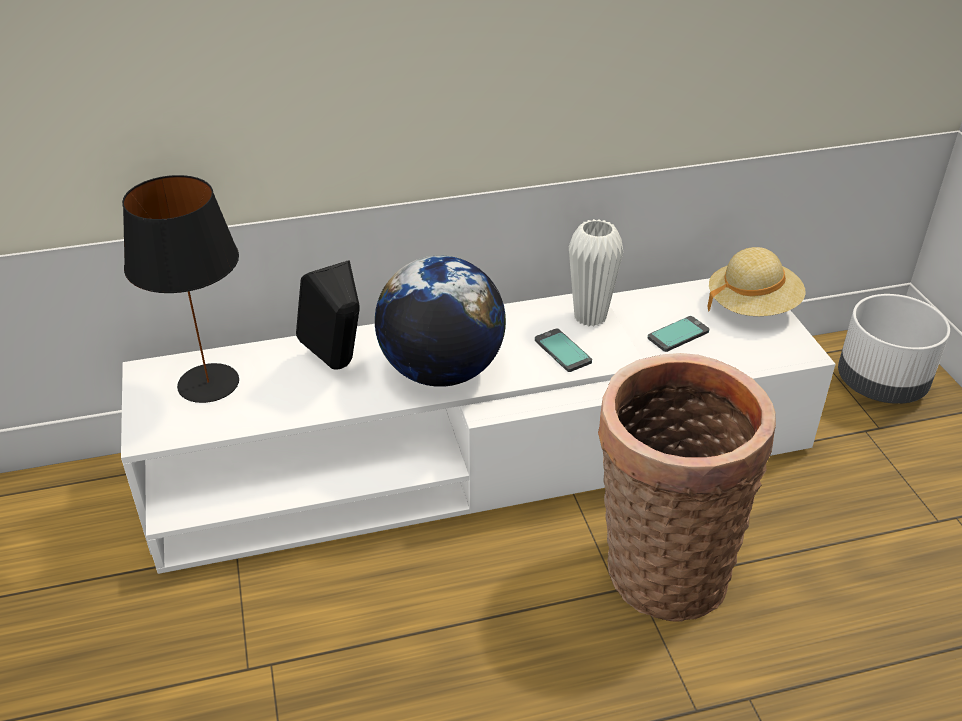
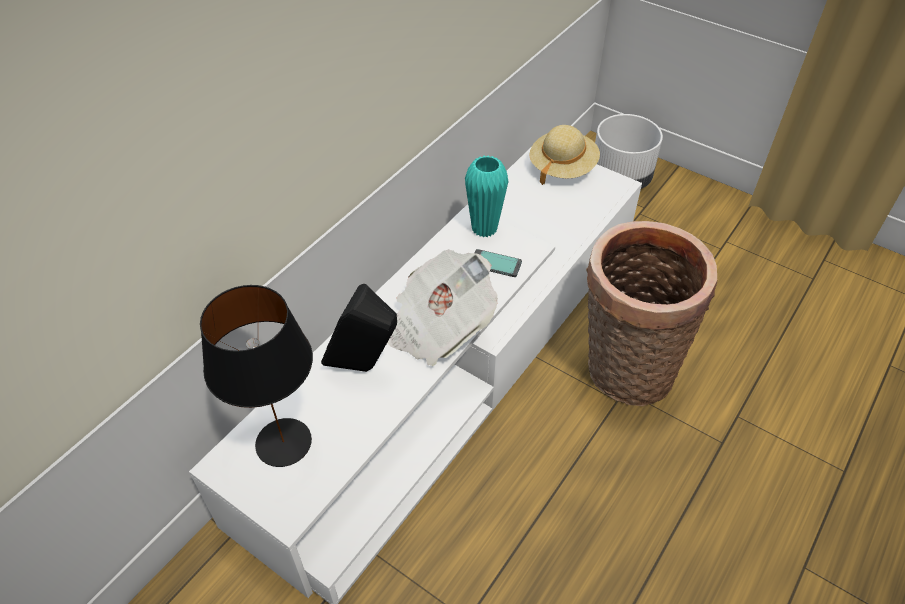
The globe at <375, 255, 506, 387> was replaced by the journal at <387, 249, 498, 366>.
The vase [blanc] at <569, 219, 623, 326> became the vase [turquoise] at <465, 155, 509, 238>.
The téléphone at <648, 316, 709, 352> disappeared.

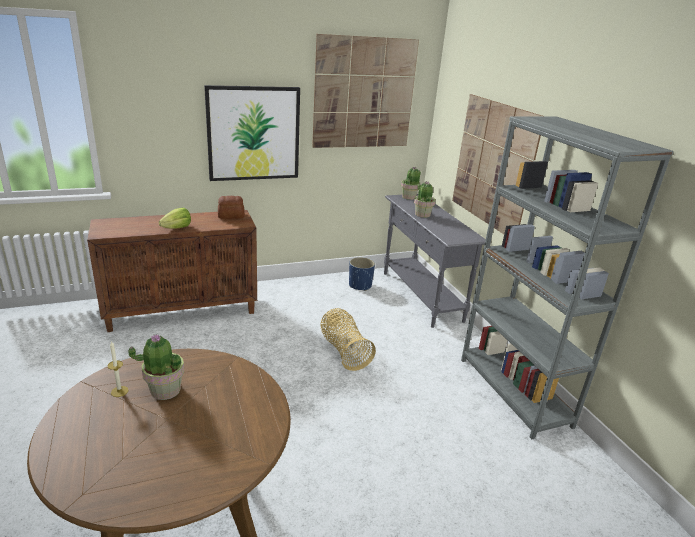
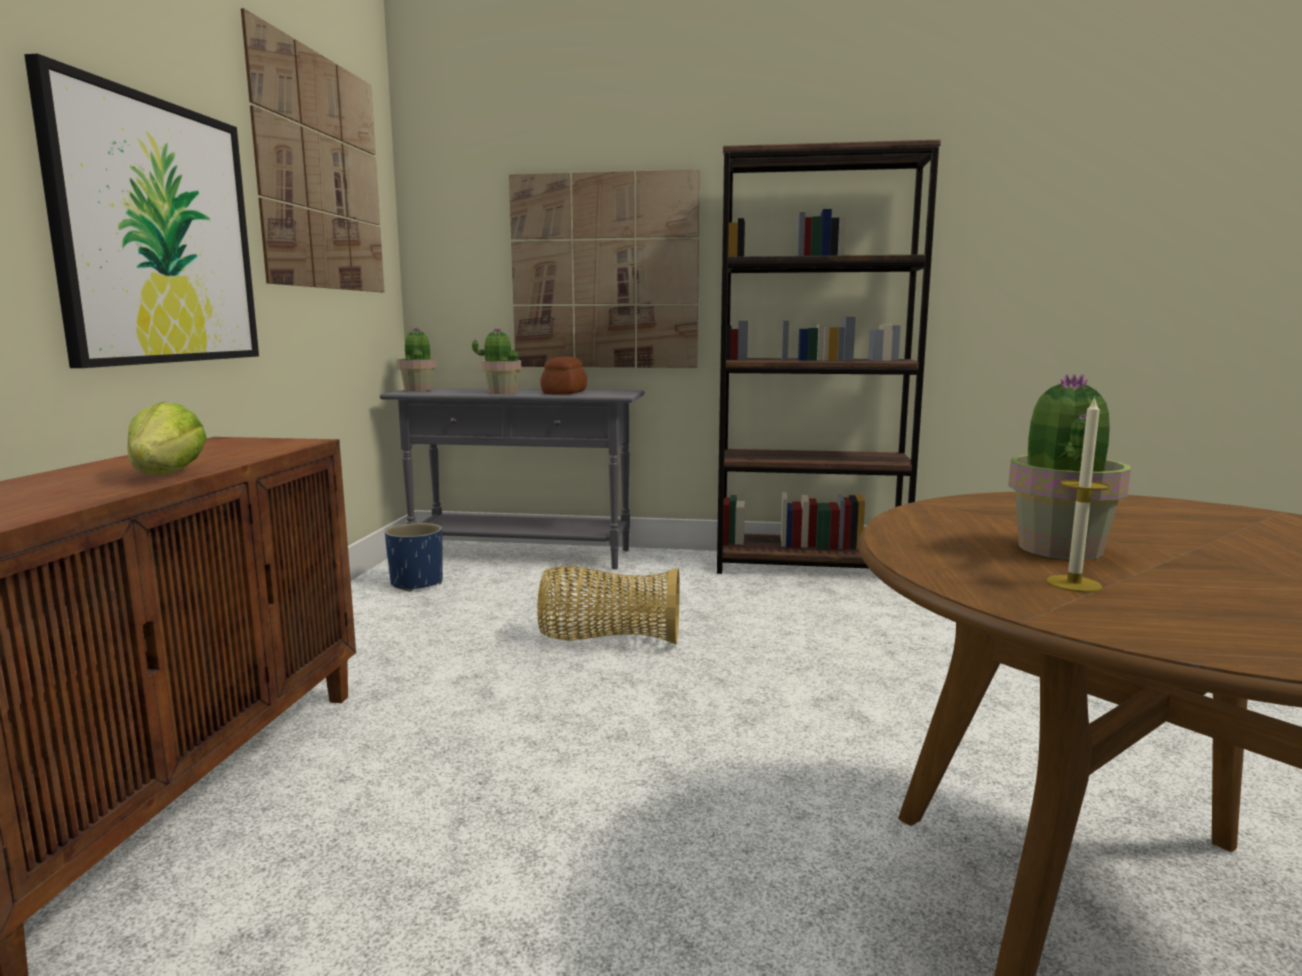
The pain moved from <218, 196, 245, 219> to <540, 357, 587, 395>.
The bibliothèque [gris] at <461, 116, 674, 439> became the bibliothèque [marron] at <717, 139, 941, 574>.

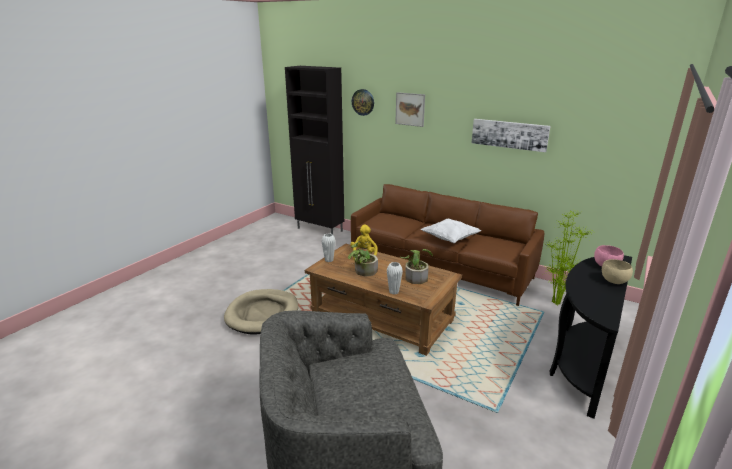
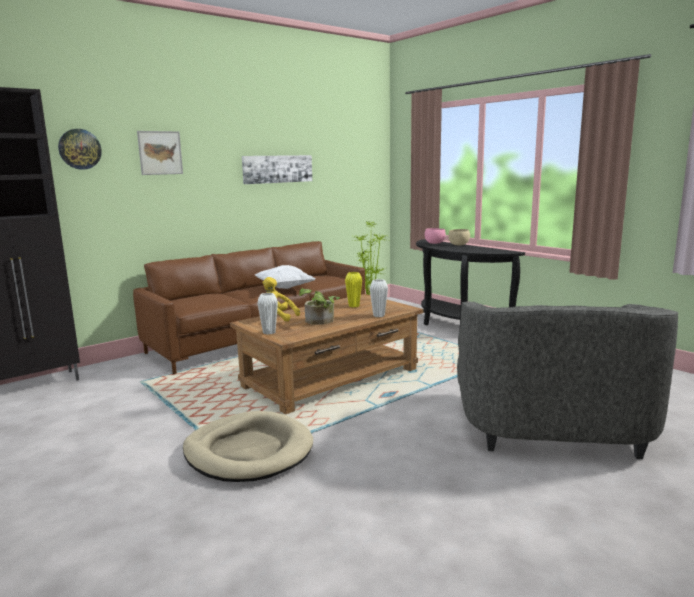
The plante en pot at <400, 249, 433, 284> was replaced by the vase [jaune] at <345, 272, 362, 307>.

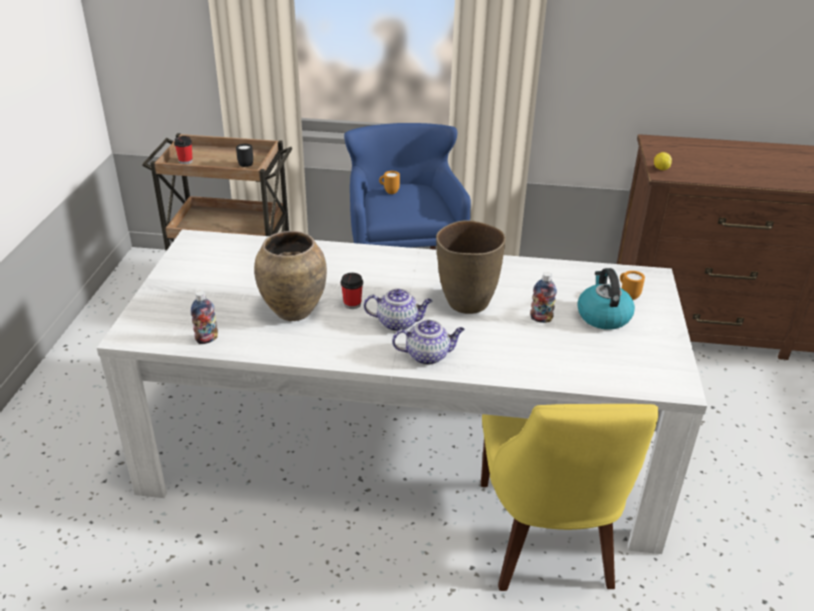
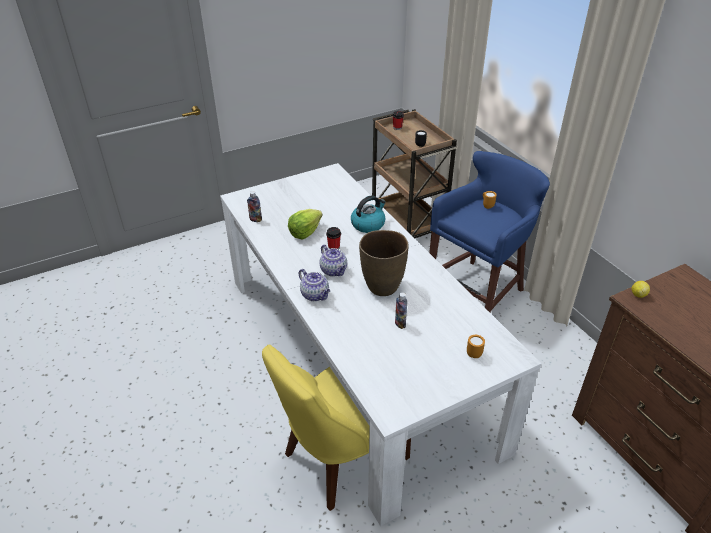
The vase [marron] at <254, 231, 327, 321> was replaced by the laitue at <288, 209, 323, 240>.
The bouilloire moved from <577, 268, 635, 330> to <351, 195, 386, 233>.

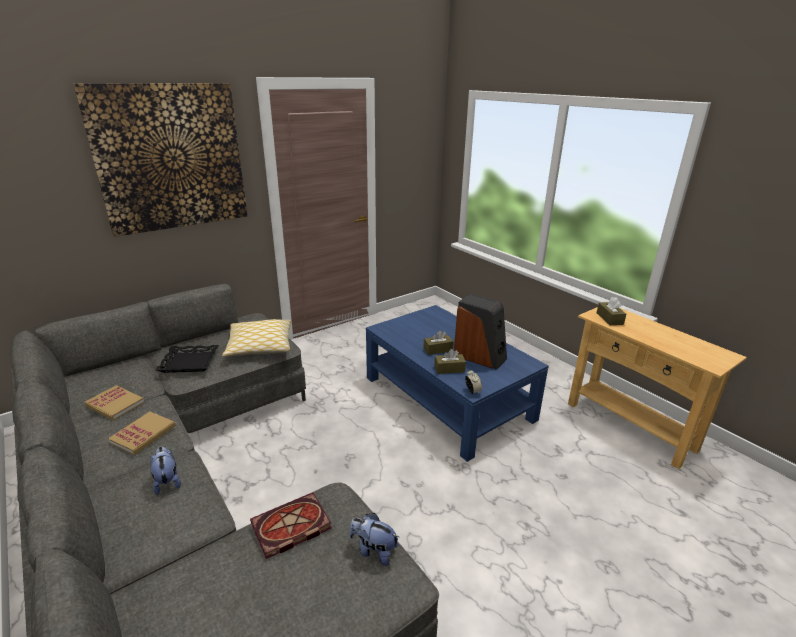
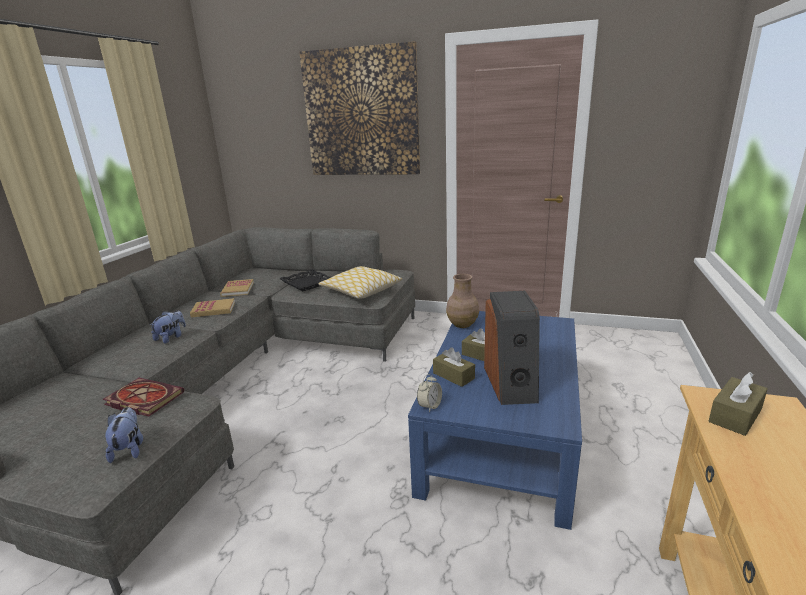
The vase [marron] at <446, 274, 479, 328> appeared.

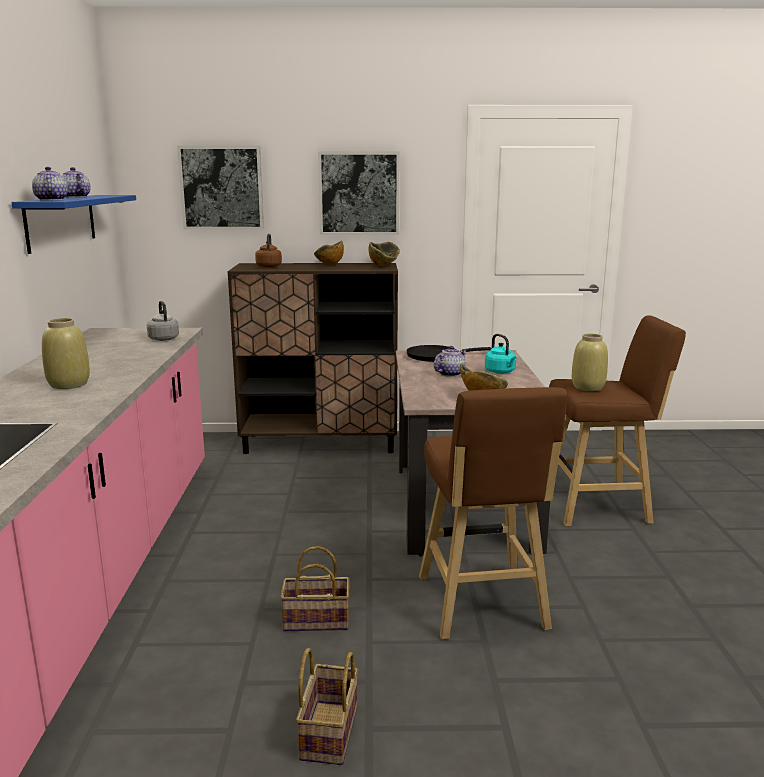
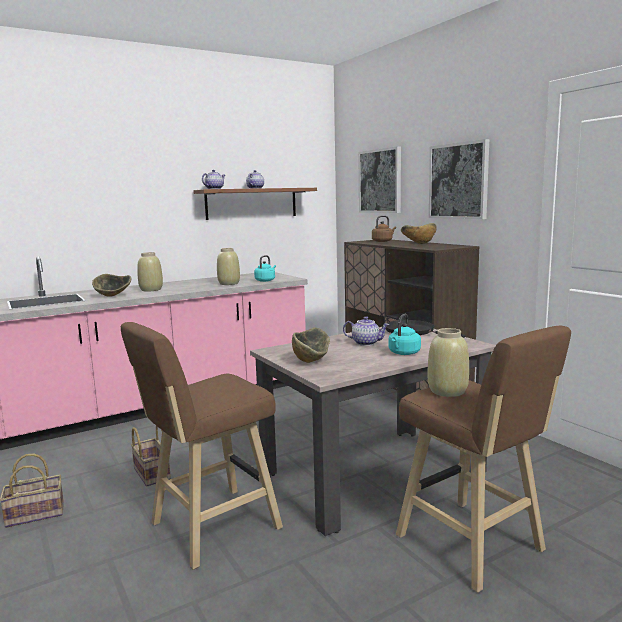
The étagère [bleu] at <11, 195, 136, 254> became the étagère [marron] at <193, 188, 317, 220>.
The bouilloire [gris] at <147, 301, 179, 341> became the bouilloire [turquoise] at <254, 255, 276, 282>.
The bol moved from <369, 242, 400, 266> to <92, 274, 131, 297>.
The vase [beige] at <217, 248, 240, 285> appeared.

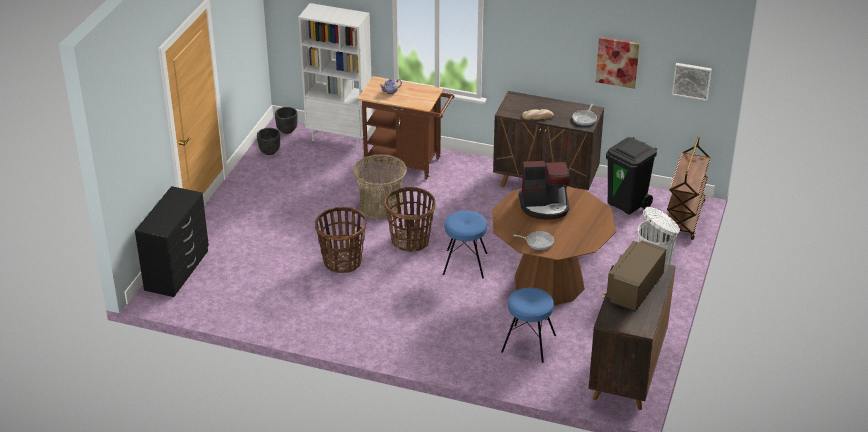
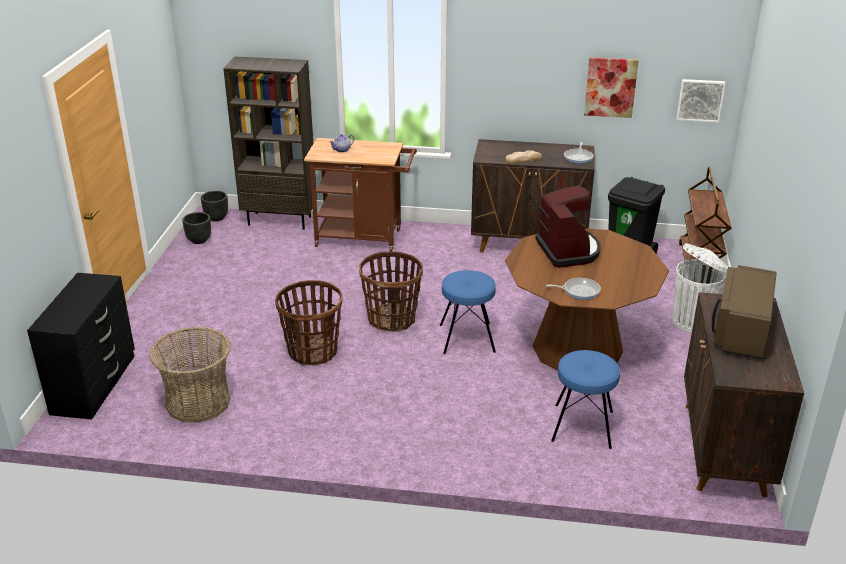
The bibliothèque [blanc] at <298, 3, 373, 150> became the bibliothèque [marron] at <223, 56, 317, 230>.
The panier moved from <353, 154, 407, 219> to <149, 327, 231, 422>.
The machine à café at <519, 161, 570, 220> turned 90 degrees counterclockwise.

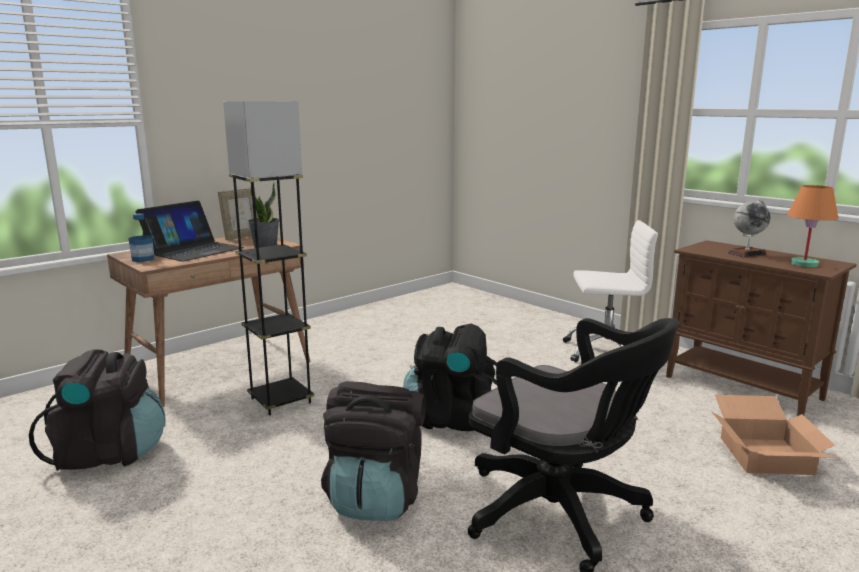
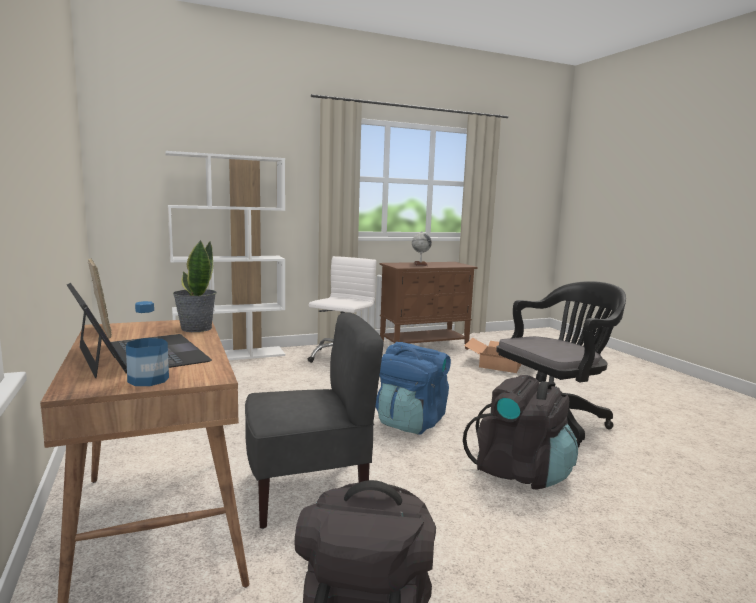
The lampadaire [gris] at <223, 101, 314, 415> was replaced by the chaise [gris] at <245, 312, 384, 529>.
The sac à dos [noir] at <403, 324, 497, 431> became the sac à dos [bleu] at <375, 342, 451, 435>.
The lampe de table [orange] at <787, 185, 839, 267> disappeared.
The bibliothèque [blanc] at <165, 151, 285, 360> appeared.

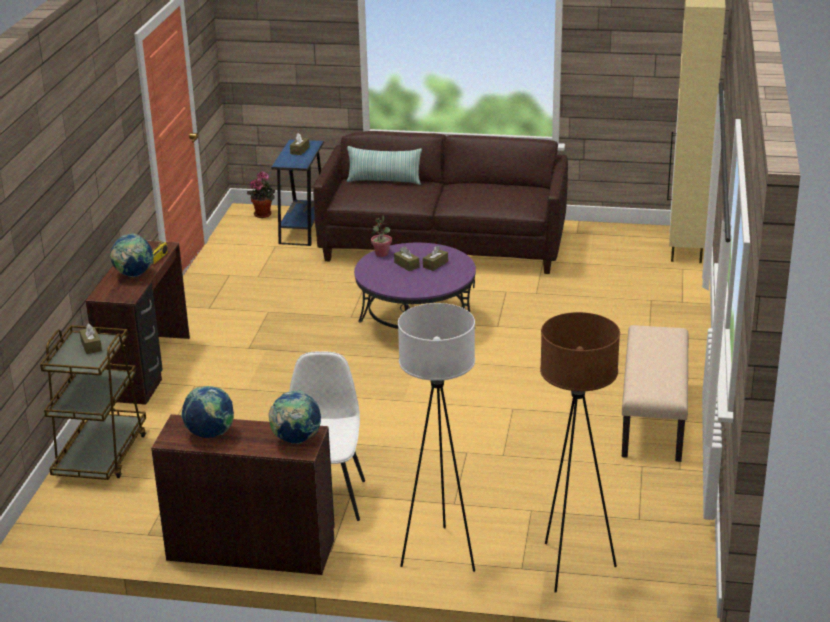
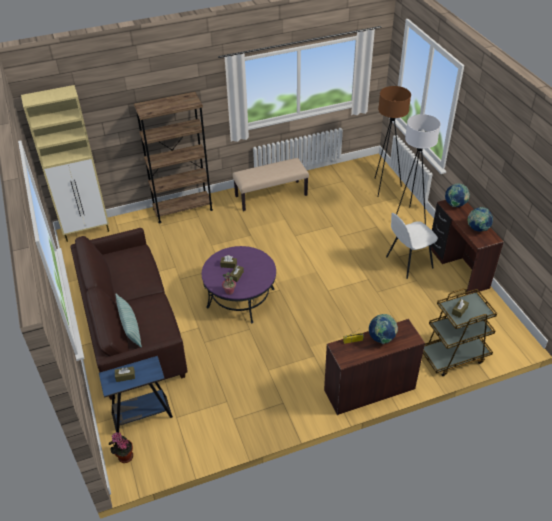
The bibliothèque [marron] at <134, 92, 213, 223> appeared.

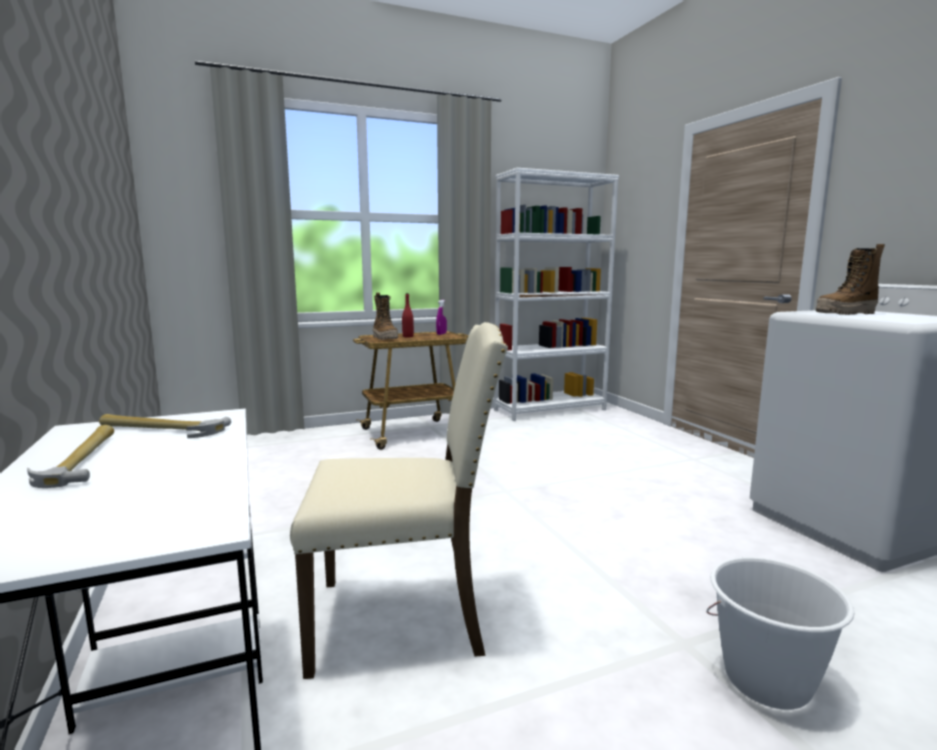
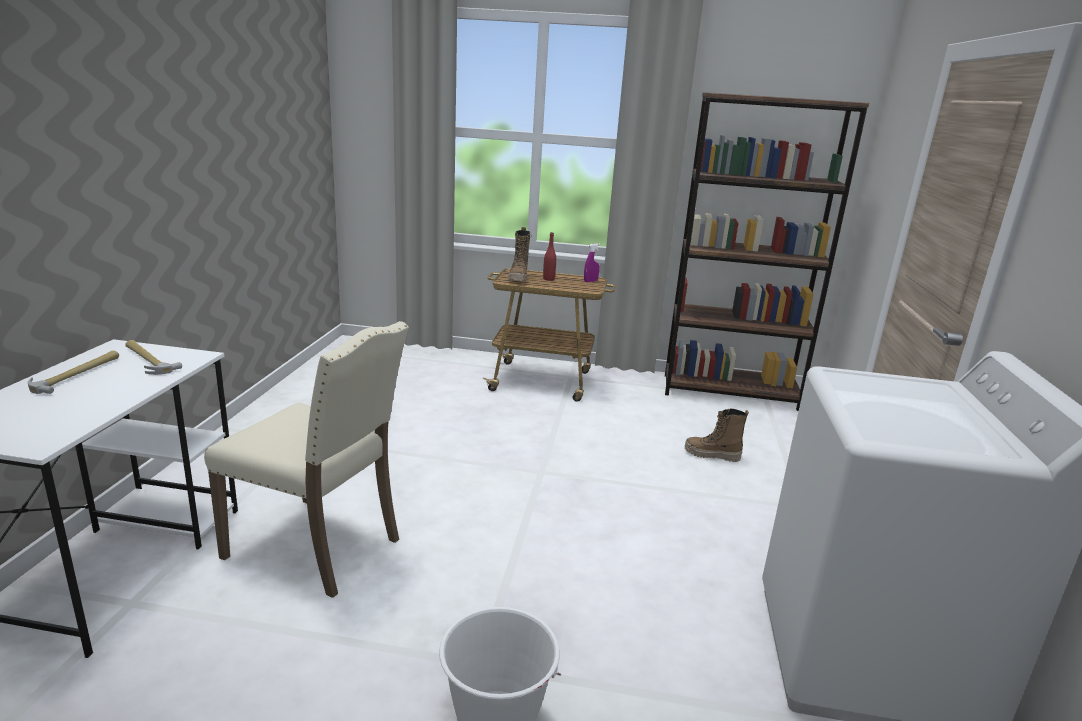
The bibliothèque [blanc] at <494, 168, 619, 421> became the bibliothèque [marron] at <665, 92, 869, 411>.
The botte moved from <816, 244, 885, 315> to <685, 408, 749, 462>.

